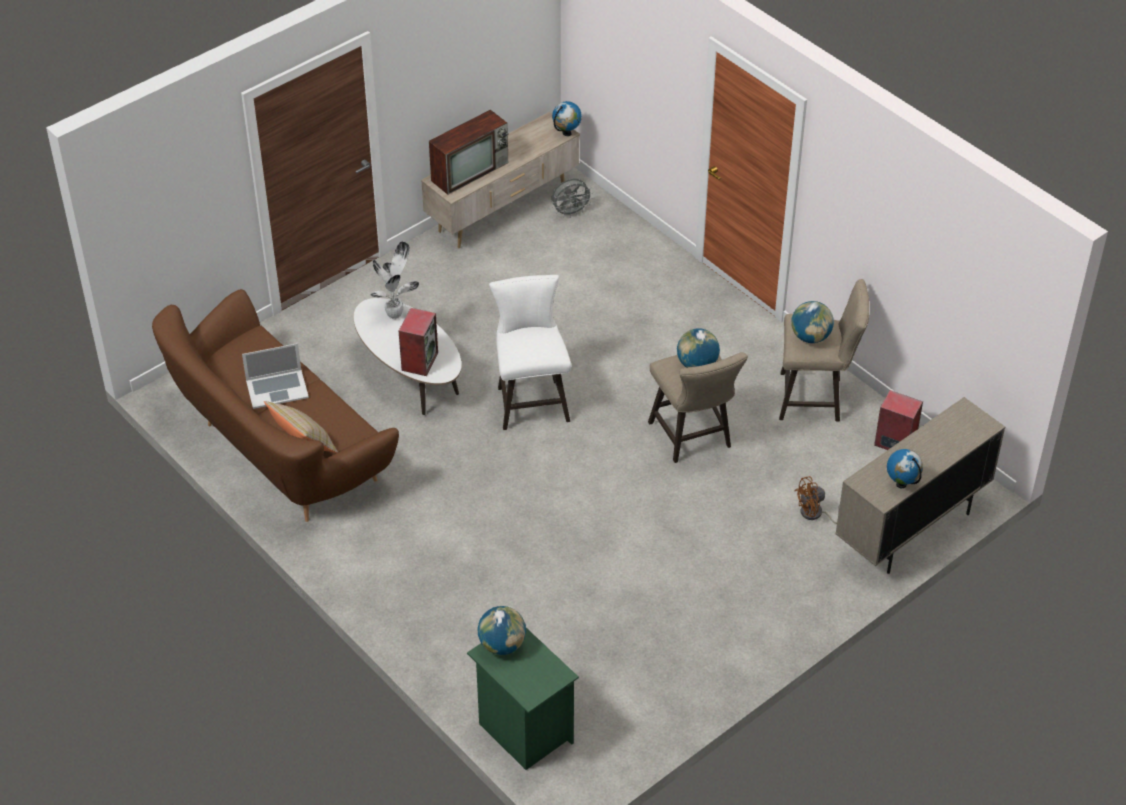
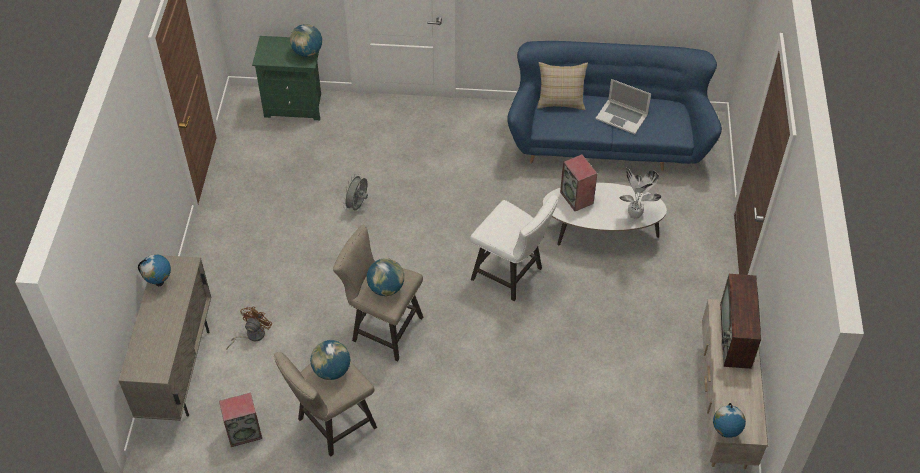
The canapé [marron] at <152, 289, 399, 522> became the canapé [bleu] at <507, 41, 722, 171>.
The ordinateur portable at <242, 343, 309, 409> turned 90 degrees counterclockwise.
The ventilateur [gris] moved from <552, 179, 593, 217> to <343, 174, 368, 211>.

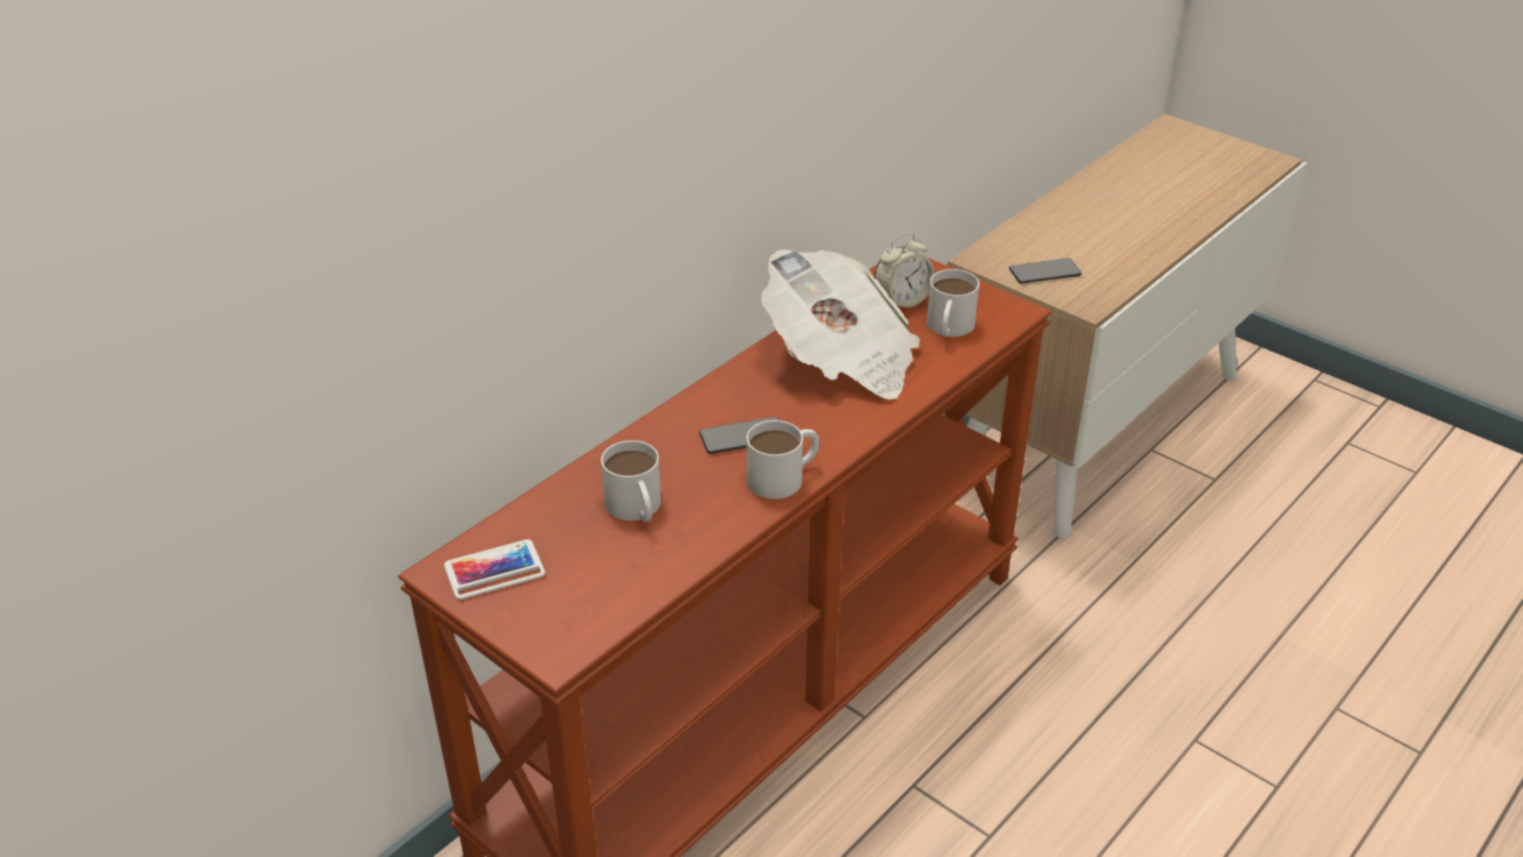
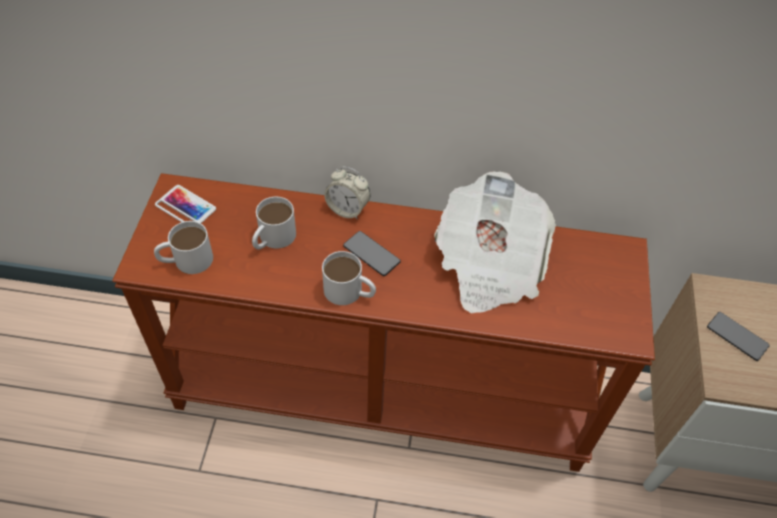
The réveil moved from <874, 233, 935, 308> to <324, 166, 370, 220>.
The mug [blanc] moved from <927, 269, 979, 337> to <154, 221, 213, 274>.

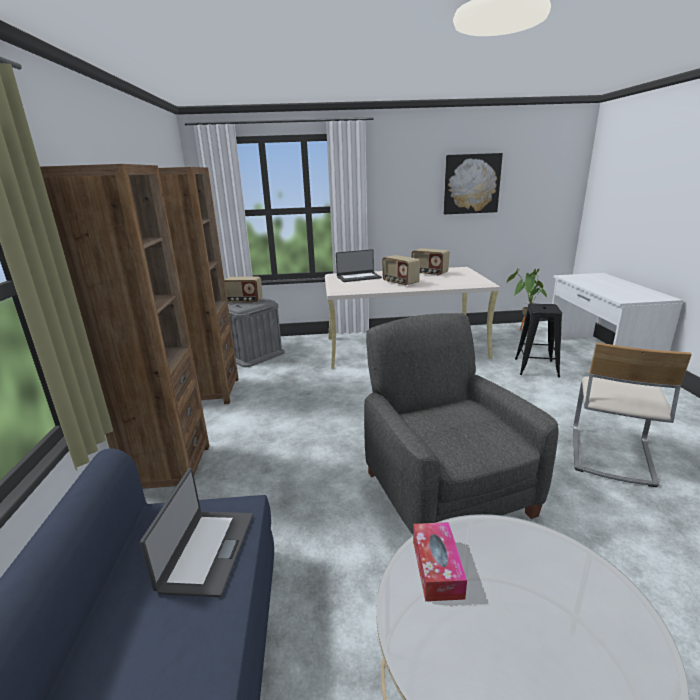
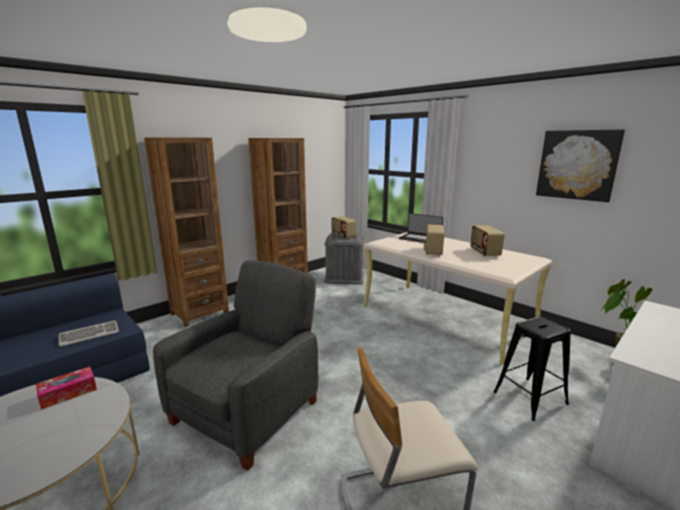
The ordinateur portable at <140, 468, 253, 597> was replaced by the clavier at <59, 320, 119, 347>.

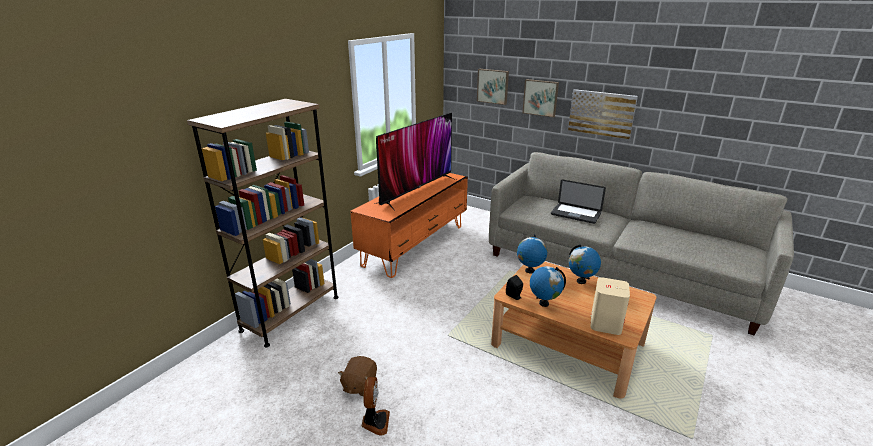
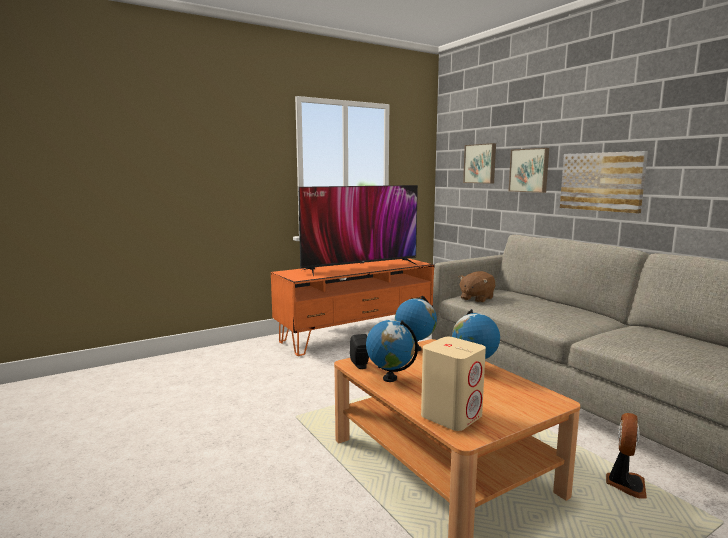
The bibliothèque [marron] at <187, 99, 339, 347> disappeared.
The peluche [marron] moved from <338, 356, 377, 396> to <459, 271, 495, 303>.
The ventilateur moved from <362, 377, 390, 436> to <606, 413, 647, 499>.
The ordinateur portable at <551, 179, 606, 224> disappeared.

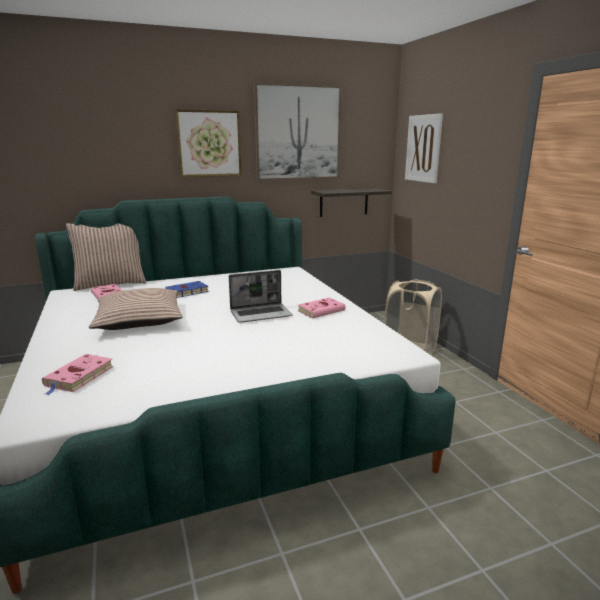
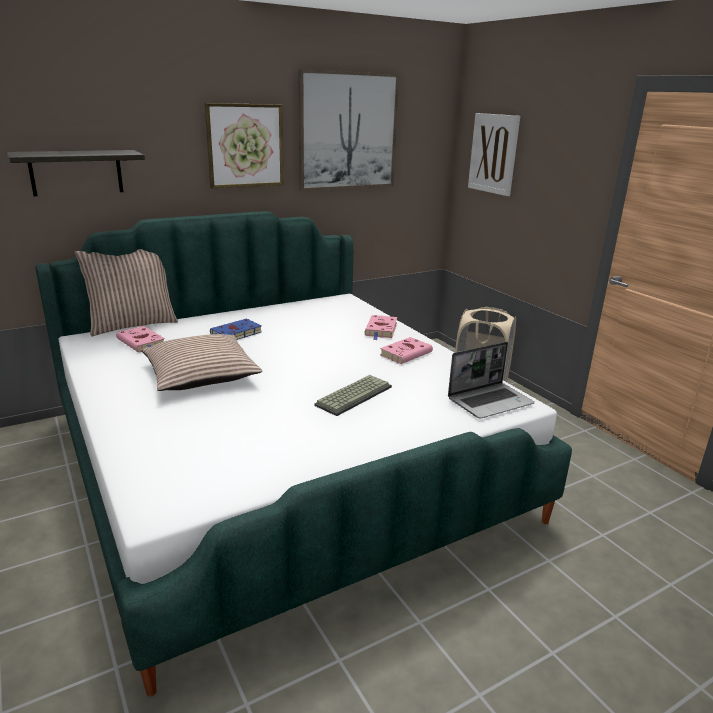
The livre [rose] moved from <42, 354, 113, 395> to <364, 315, 397, 340>.
The ordinateur portable moved from <229, 270, 293, 323> to <448, 342, 535, 419>.
The étagère moved from <311, 188, 392, 217> to <7, 150, 145, 196>.
The clavier at <314, 375, 392, 416> appeared.

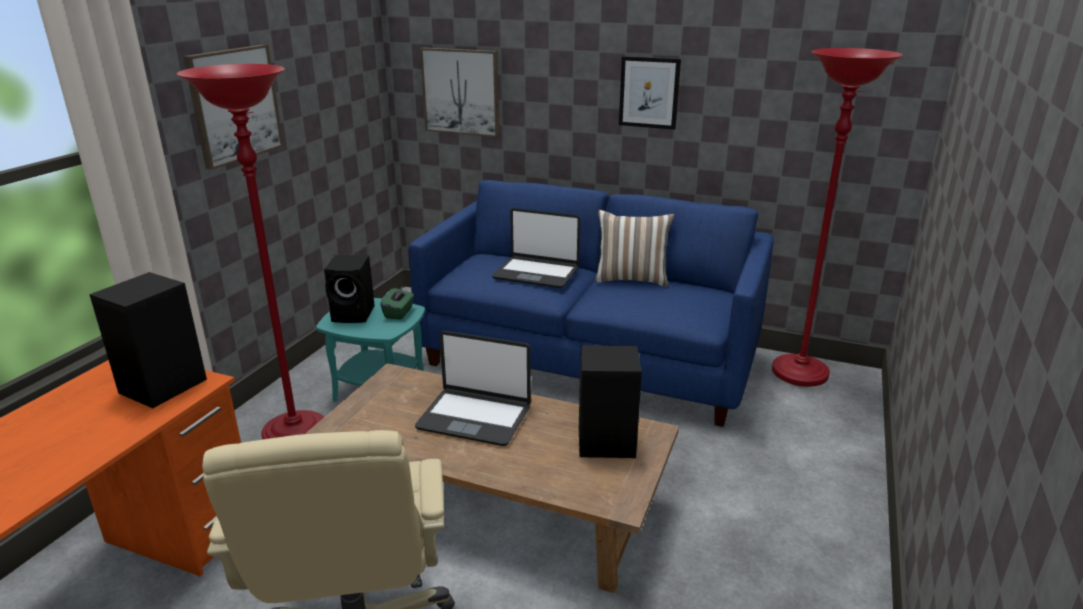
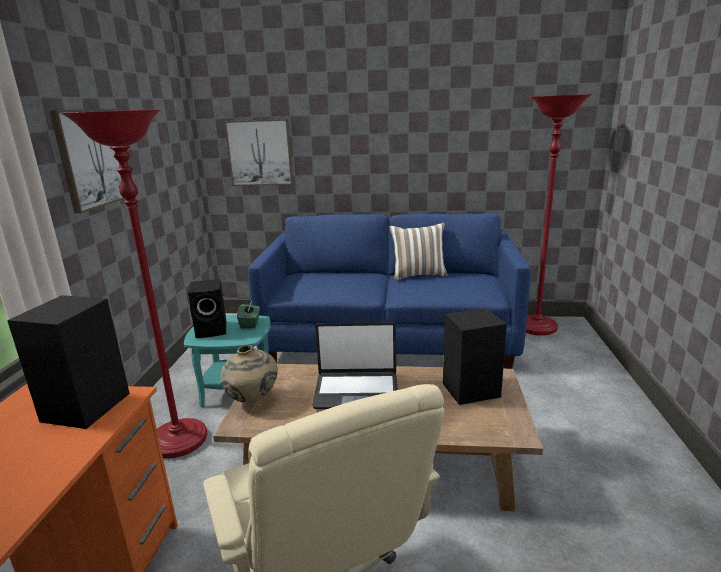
The ordinateur portable at <492, 208, 580, 288> disappeared.
The tableau at <619, 56, 681, 130> disappeared.
The vase [beige] at <220, 345, 278, 403> appeared.

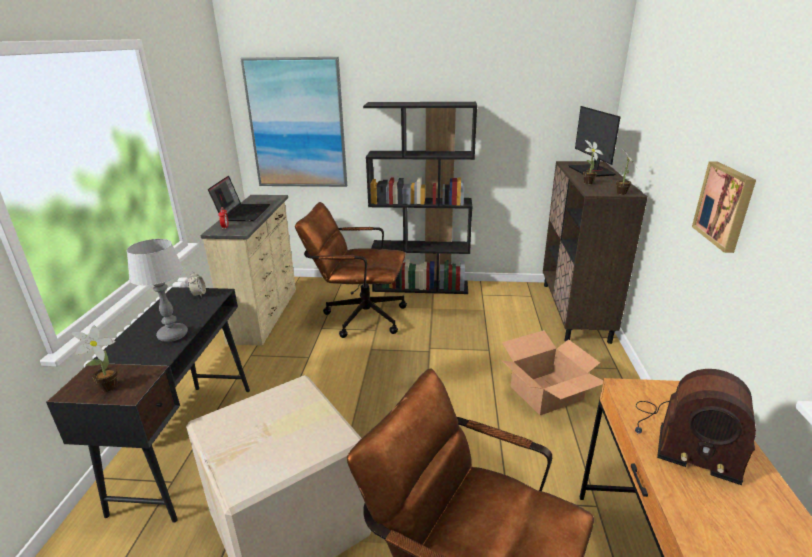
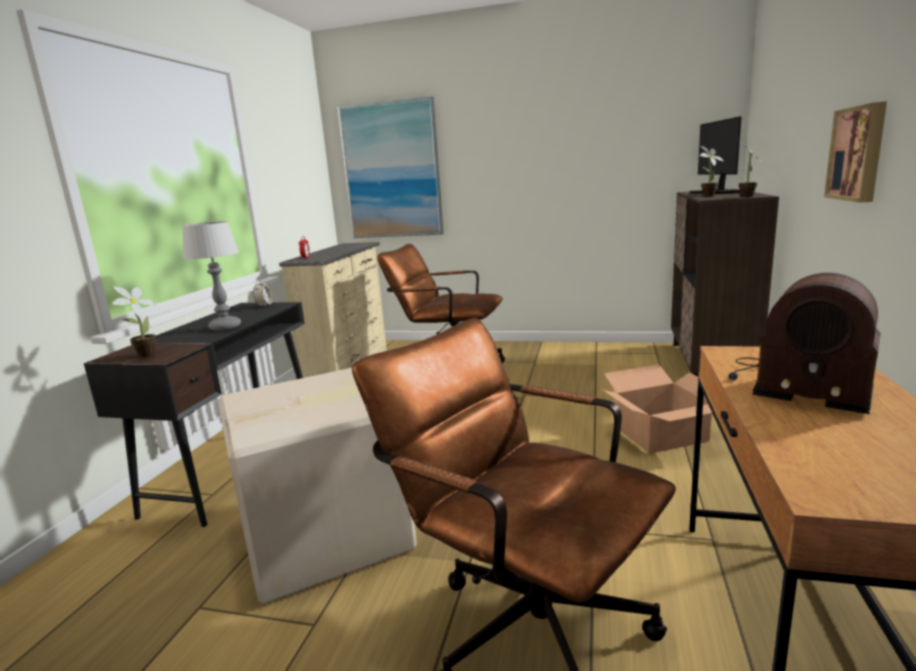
The ordinateur portable at <208, 176, 270, 221> disappeared.
The bibliothèque [noir] at <363, 102, 477, 294> disappeared.

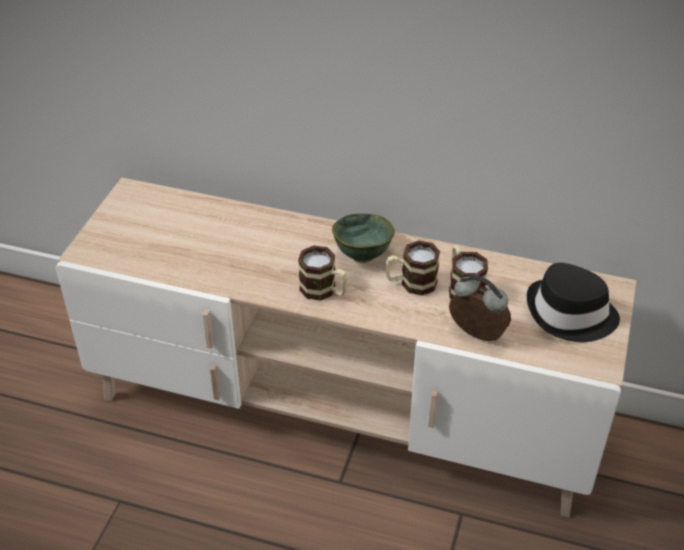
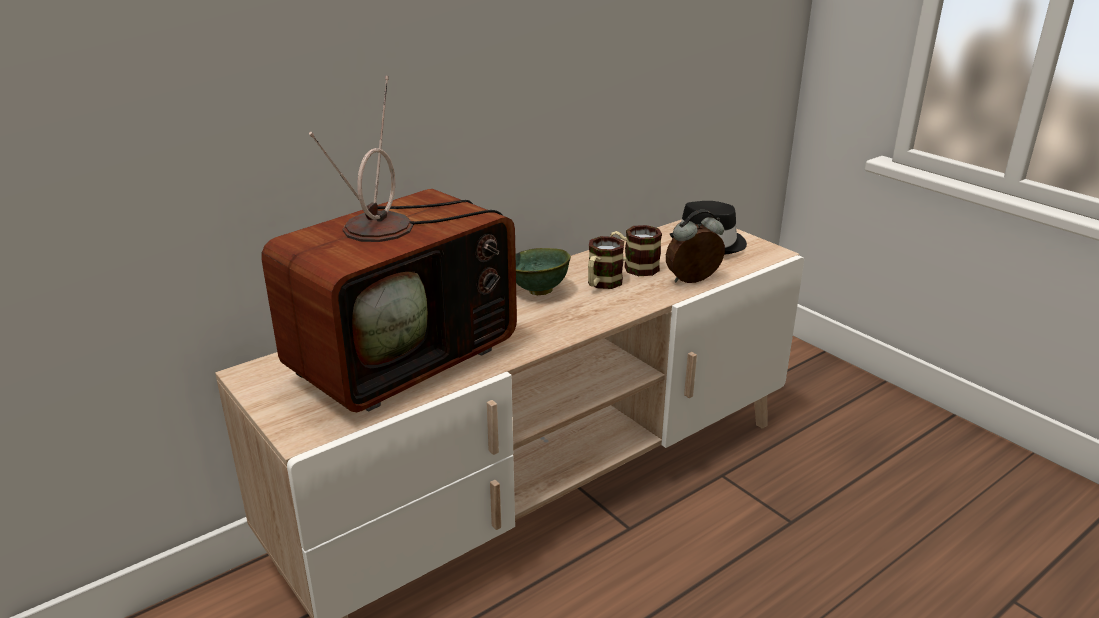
The mug at <298, 245, 347, 301> disappeared.
The téléviseur at <261, 76, 517, 412> appeared.

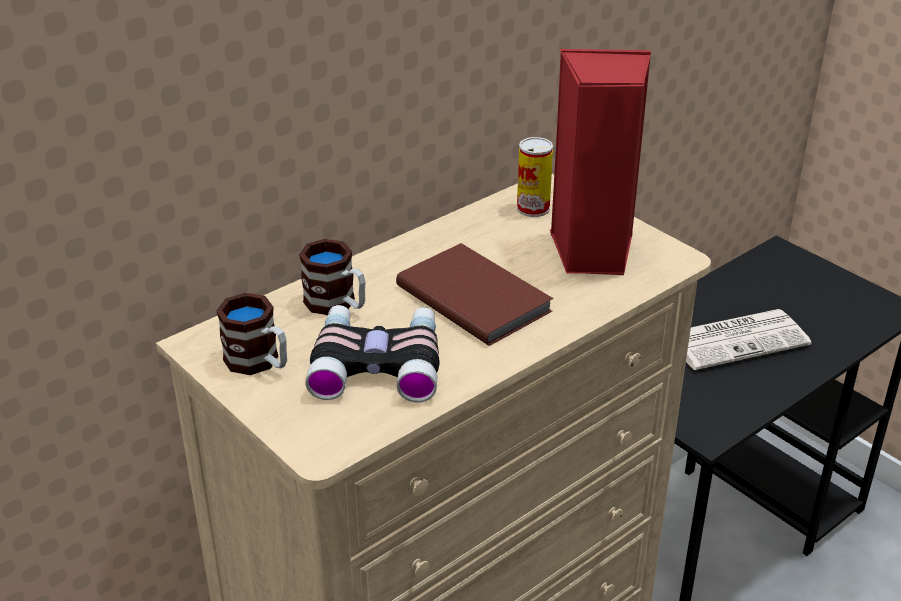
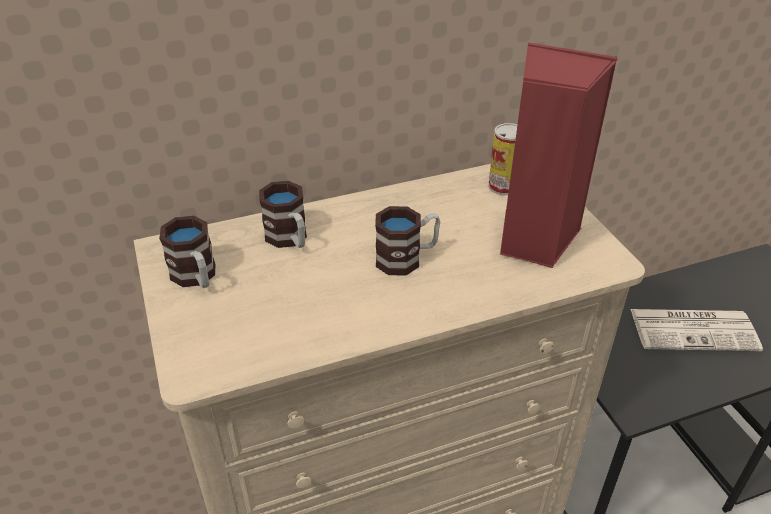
The jumelles at <305, 305, 440, 403> disappeared.
The livre [marron] at <396, 243, 553, 346> was replaced by the mug at <375, 206, 440, 275>.

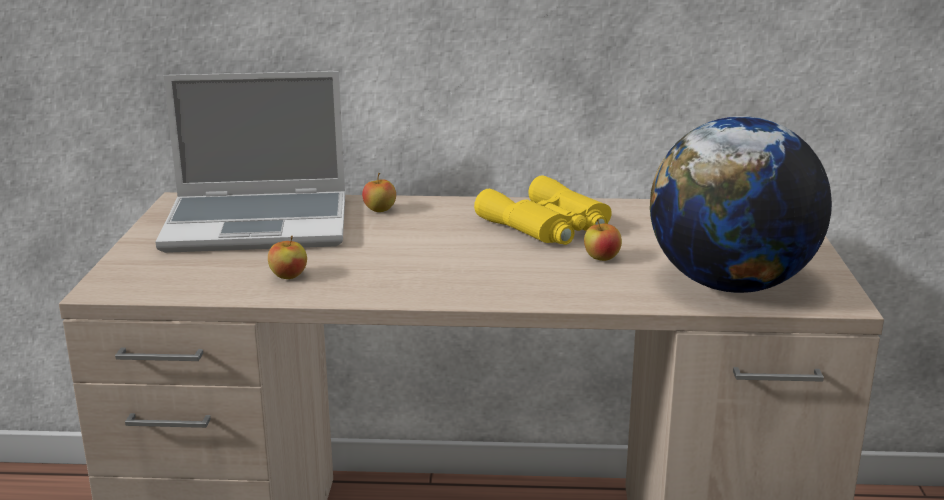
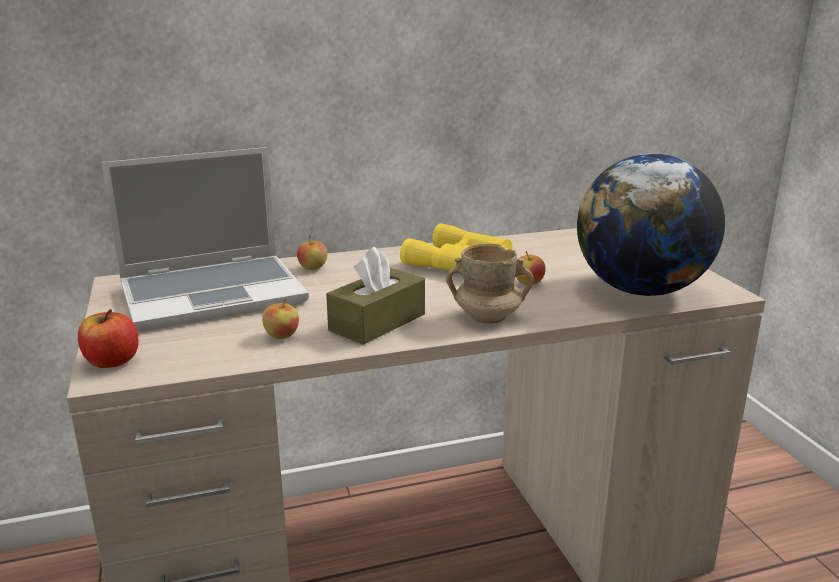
The pomme at <78, 309, 139, 368> appeared.
The boîte à mouchoirs [marron] at <326, 247, 425, 345> appeared.
The mug [beige] at <446, 243, 534, 324> appeared.

